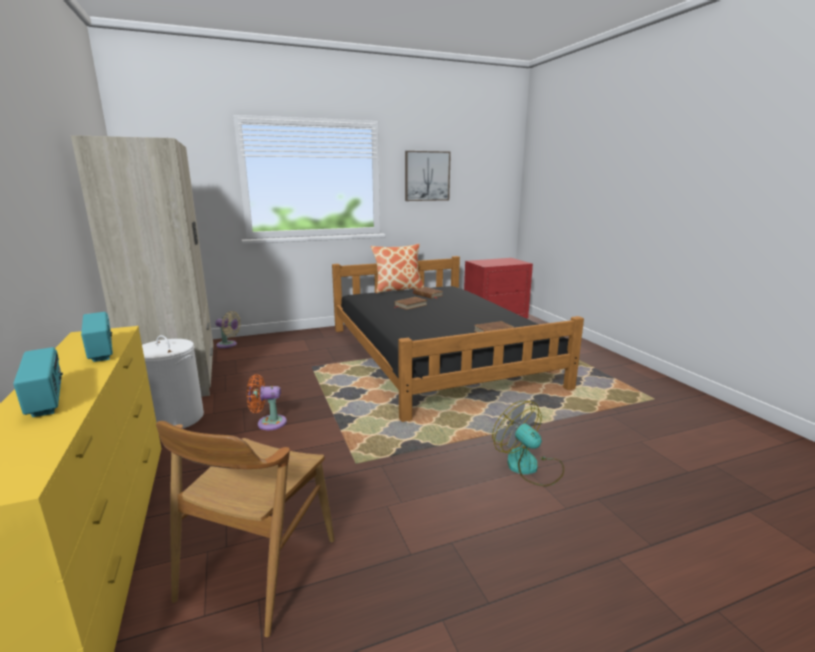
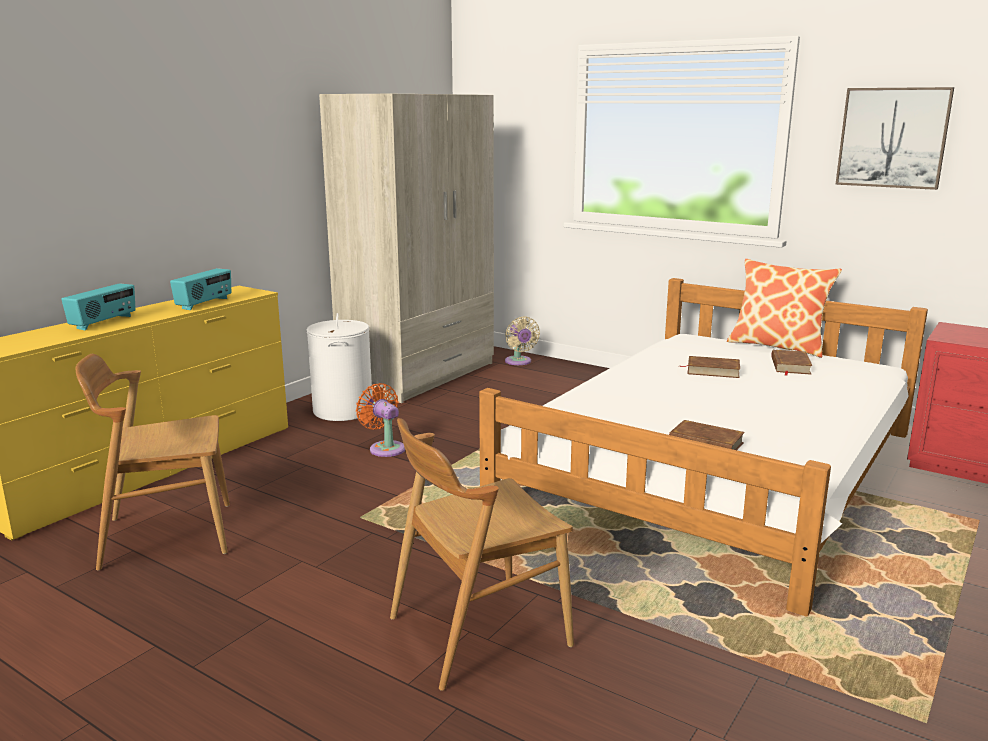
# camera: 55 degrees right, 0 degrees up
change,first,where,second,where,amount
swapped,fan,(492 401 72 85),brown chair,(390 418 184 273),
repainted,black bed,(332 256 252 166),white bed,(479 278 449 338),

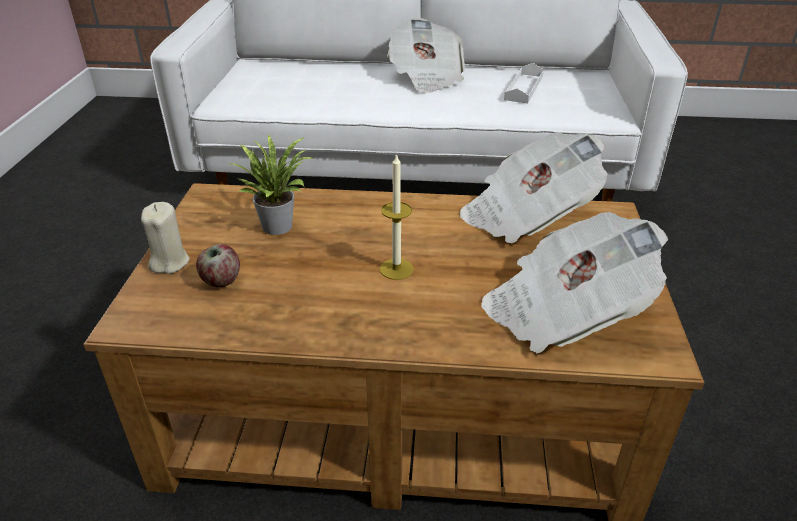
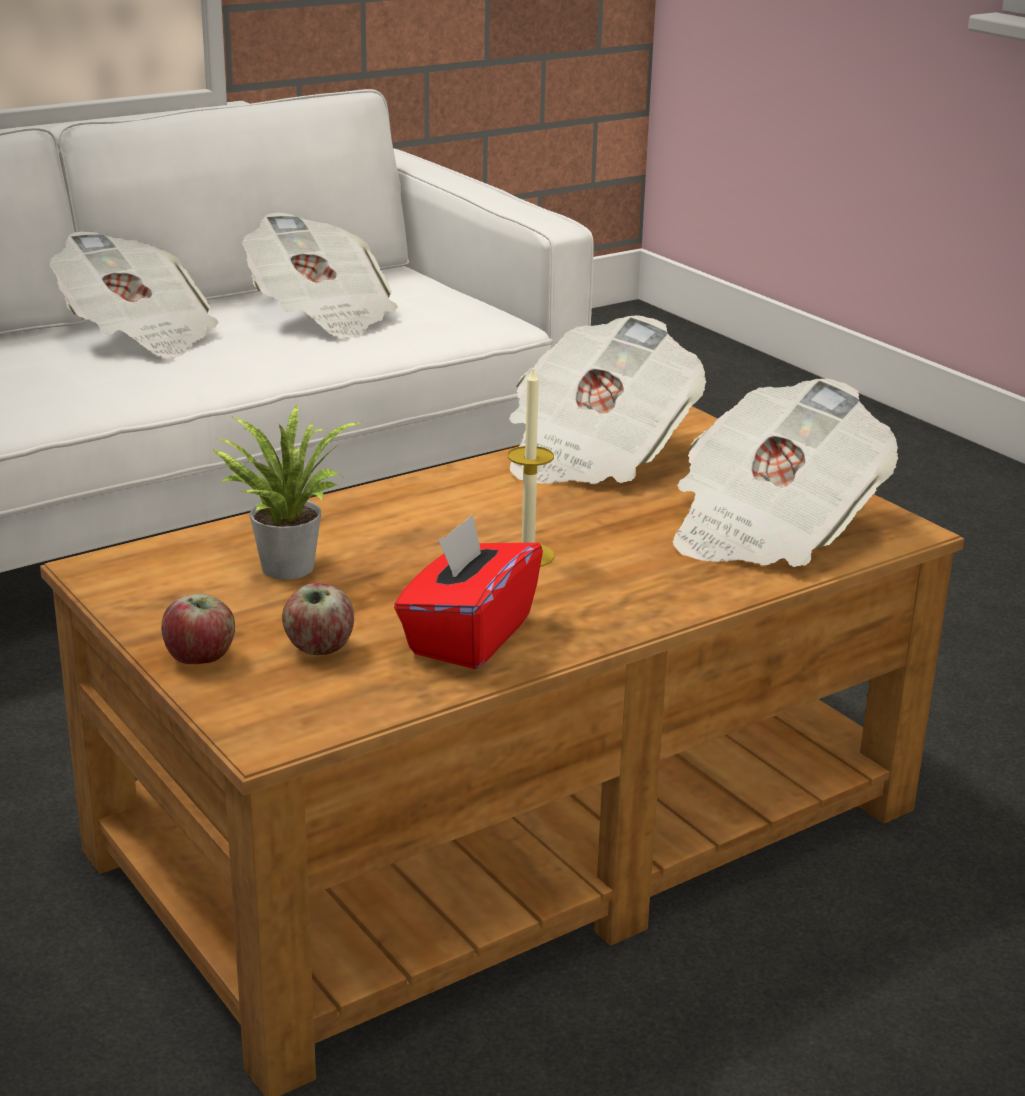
# camera: 40 degrees left, 10 degrees down
change,first,where,second,where,amount
swapped,beige candle,(141 202 49 72),apple,(161 594 74 70),
swapped,white tray,(504 63 40 41),newspaper,(242 213 156 126),
new,,,red tissue box,(394 514 149 155),

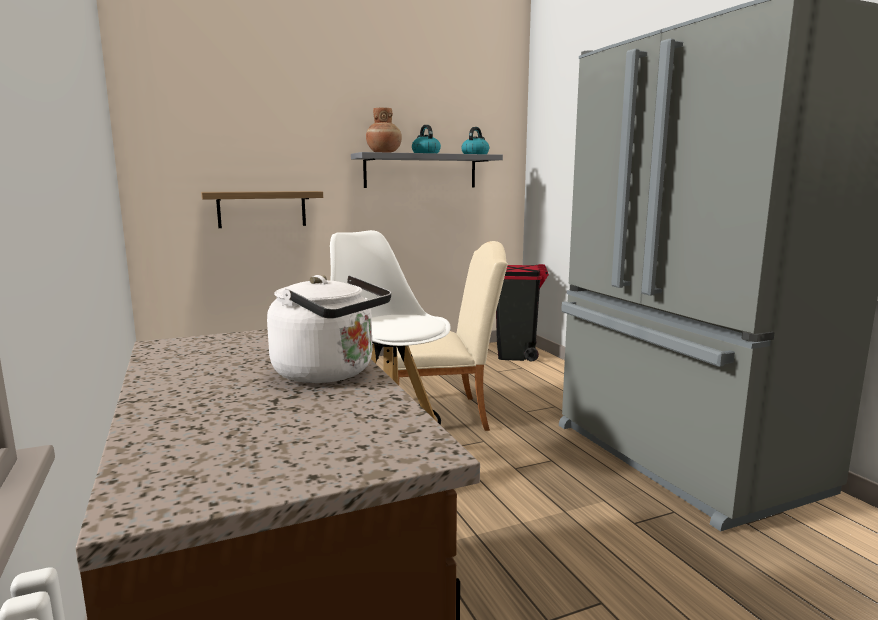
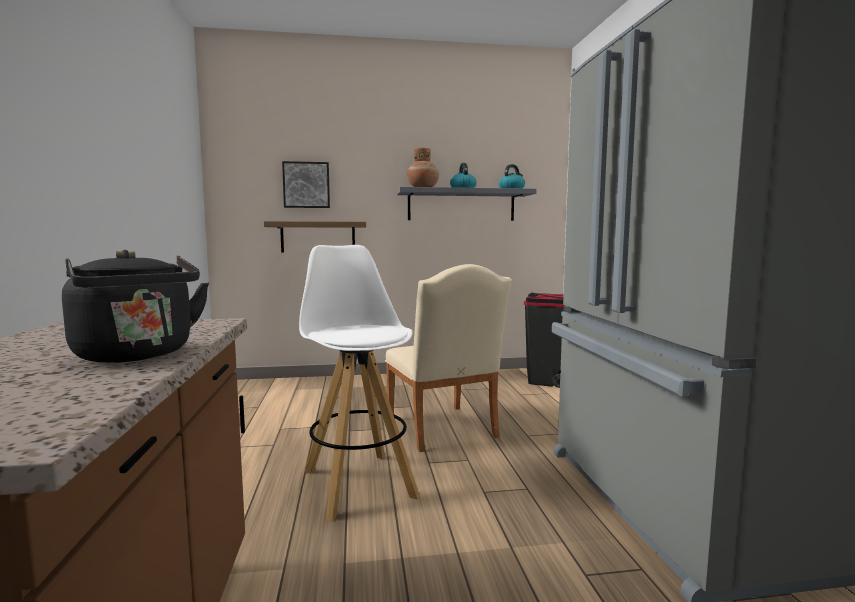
# camera: 15 degrees right, 5 degrees down
change,first,where,second,where,amount
repainted,white kettle,(267 275 124 108),black kettle,(62 250 147 113),
new,,,picture,(282 161 48 47),
rotated,beige chair,(397 241 111 190),,(385 264 127 188),60 degrees clockwise

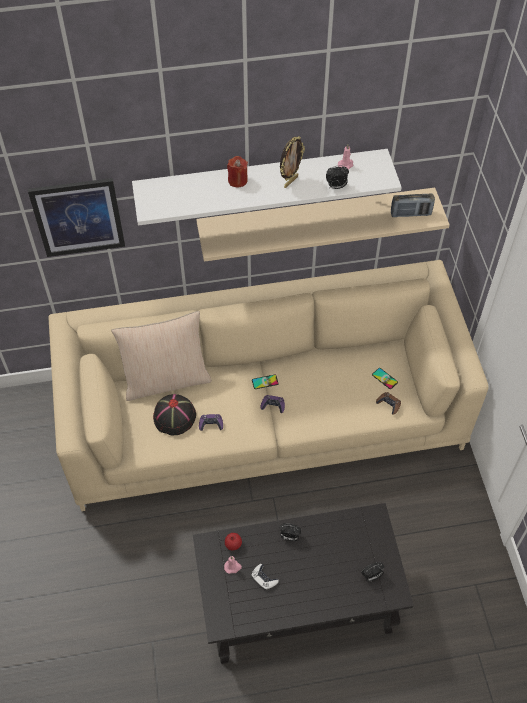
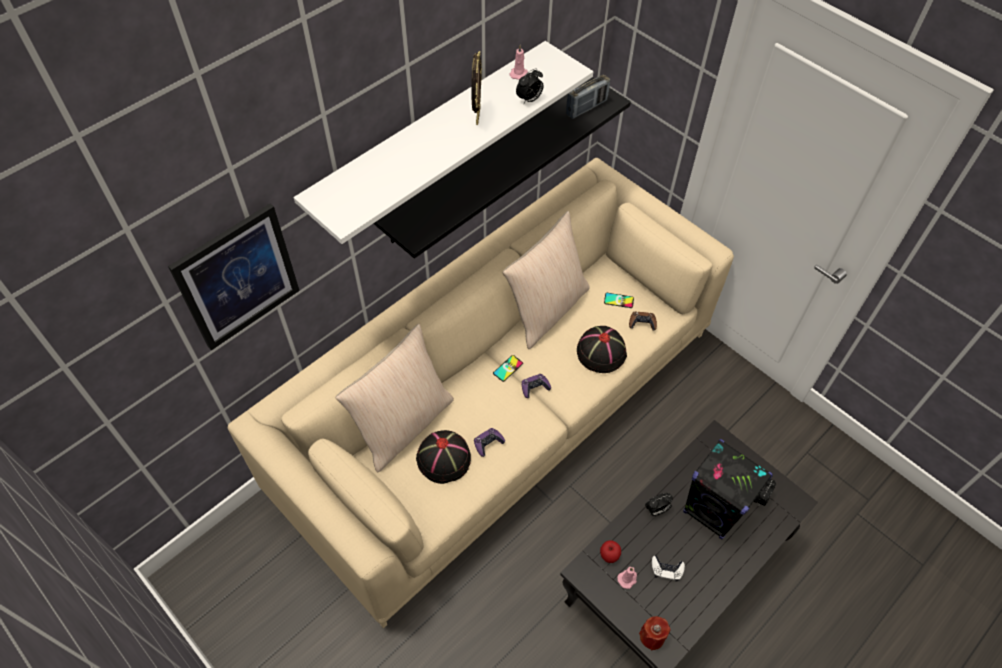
# camera: 35 degrees left, 0 degrees up
change,first,where,second,where,amount
repainted,beige shelf,(196 188 254 74),black shelf,(373 77 258 182),
new,,,beige pillow,(503 211 87 138),
new,,,black hat,(577 325 50 48),
shifted,red candle,(227 156 21 31),,(639 616 32 34),
new,,,black speaker,(683 439 90 101),

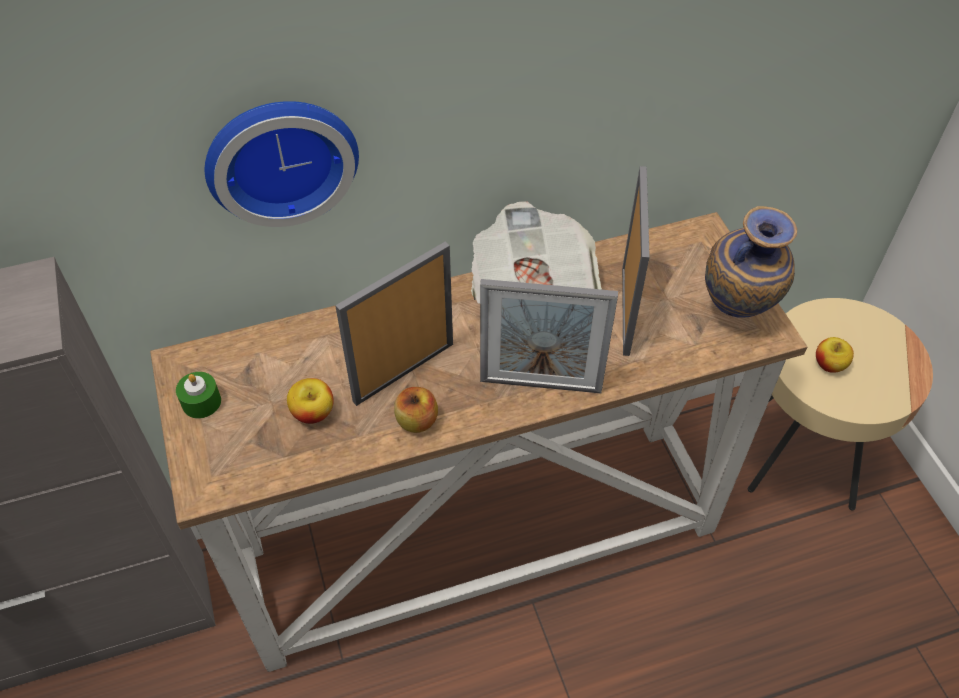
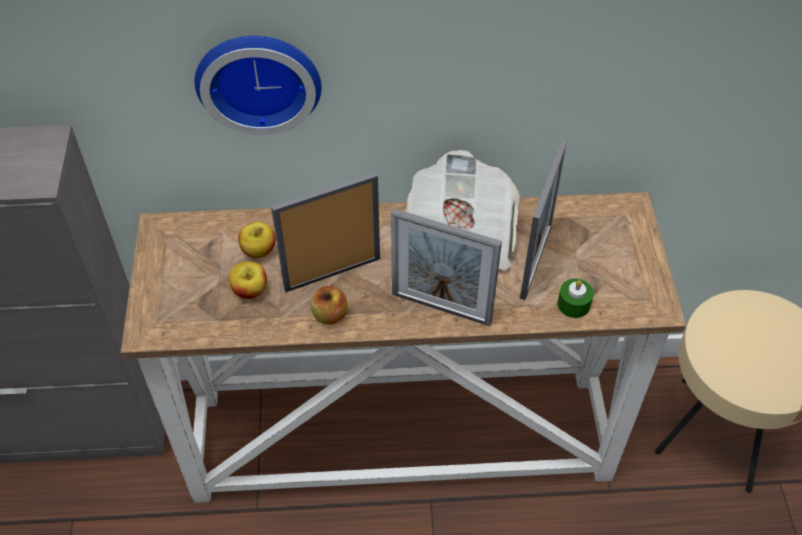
# camera: 15 degrees right, 0 degrees up
change,first,where,second,where,amount
shifted,apple,(816 337 38 36),,(238 222 38 36),
shifted,green candle,(176 372 45 47),,(558 278 36 40),
gone,vase,(705 206 92 112),,,

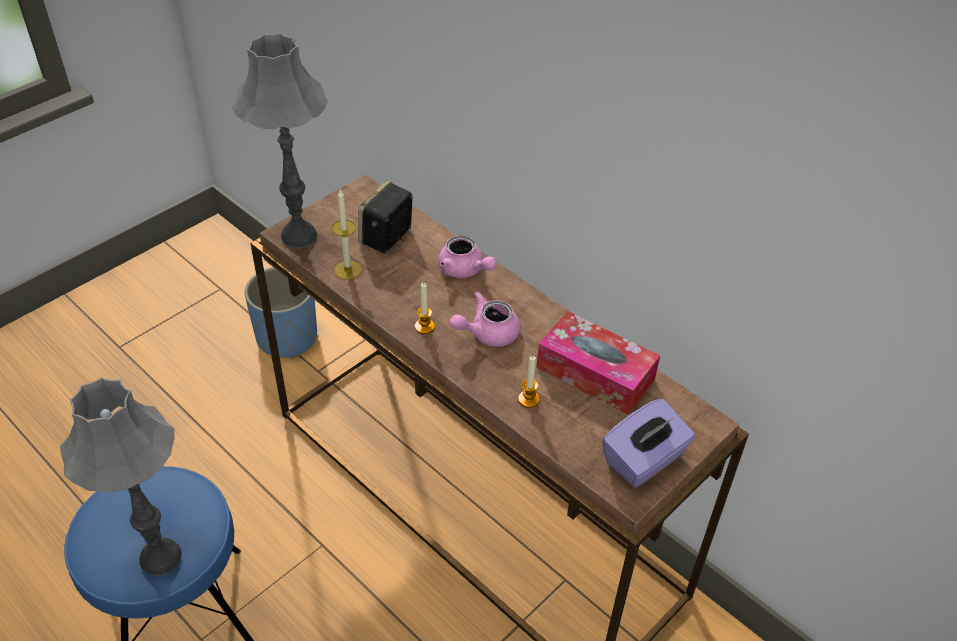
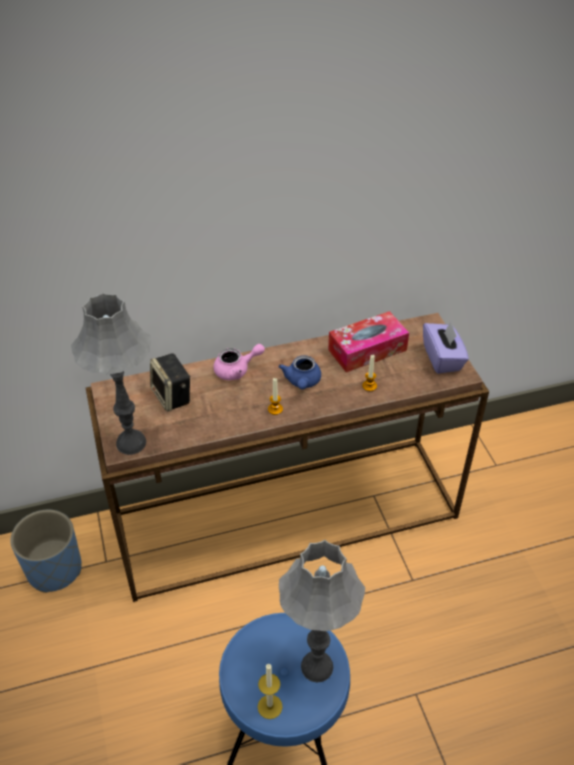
# camera: 60 degrees left, 0 degrees up
change,first,where,second,where,amount
shifted,candle,(332 190 30 90),,(258 663 25 56),
repainted,pink teapot,(450 291 71 56),blue teapot,(279 355 42 34),

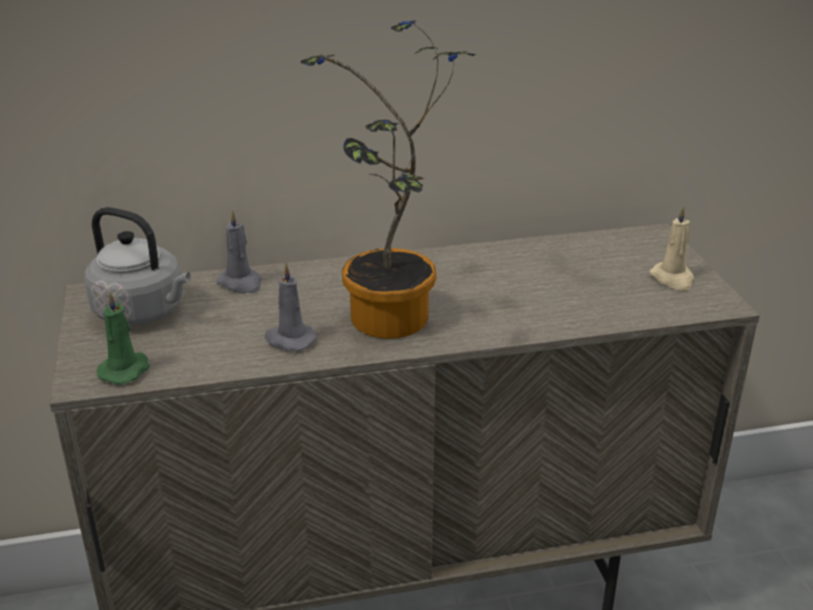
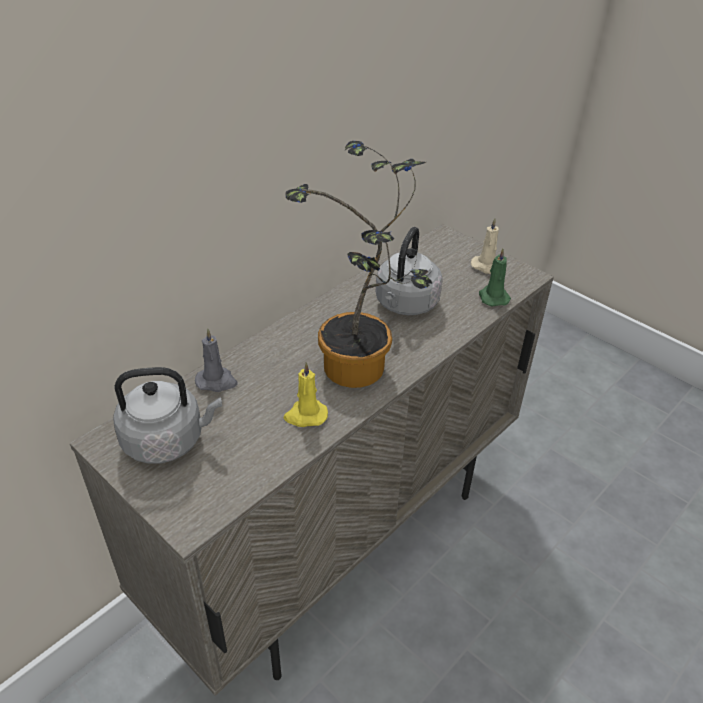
# camera: 35 degrees left, 10 degrees up
change,first,where,second,where,amount
repainted,grey candle,(265 263 52 89),yellow candle,(283 362 45 65),
new,,,grey kettle,(376 227 67 88),
shifted,green candle,(96 291 54 94),,(479 249 32 58),

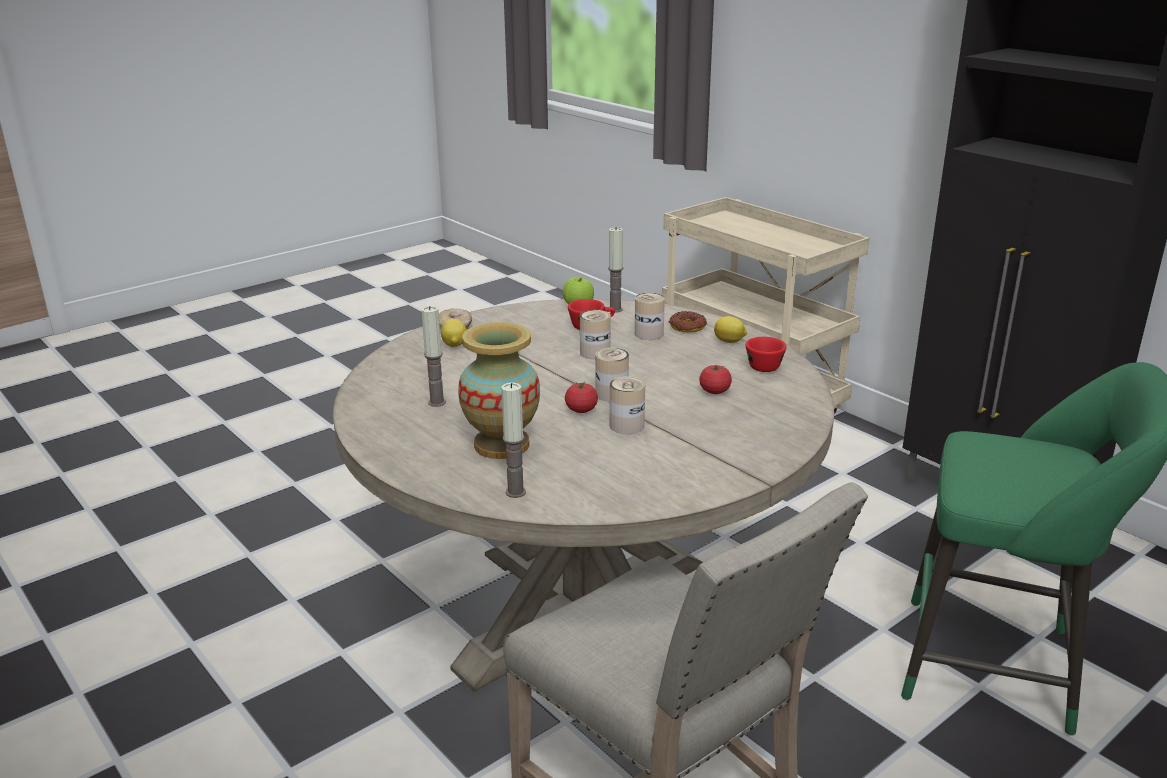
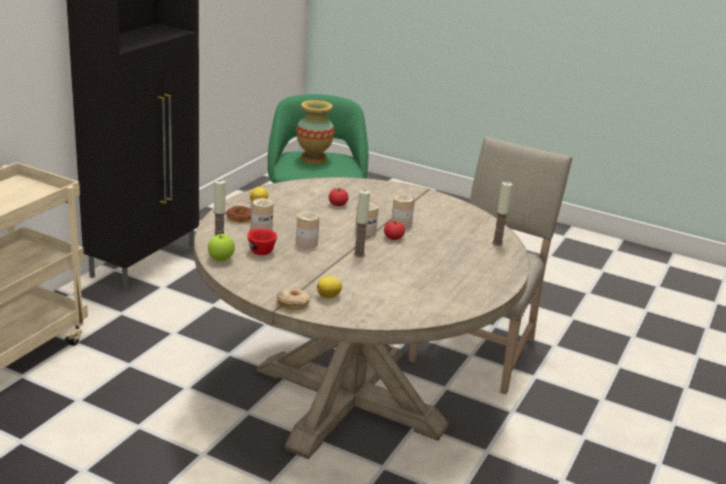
# camera: 115 degrees left, 0 degrees up
change,first,where,second,where,amount
shifted,vase,(458 322 82 137),,(296 100 38 64),
shifted,candle,(421 306 25 101),,(353 189 17 68),
gone,red cup,(746 337 40 35),,,

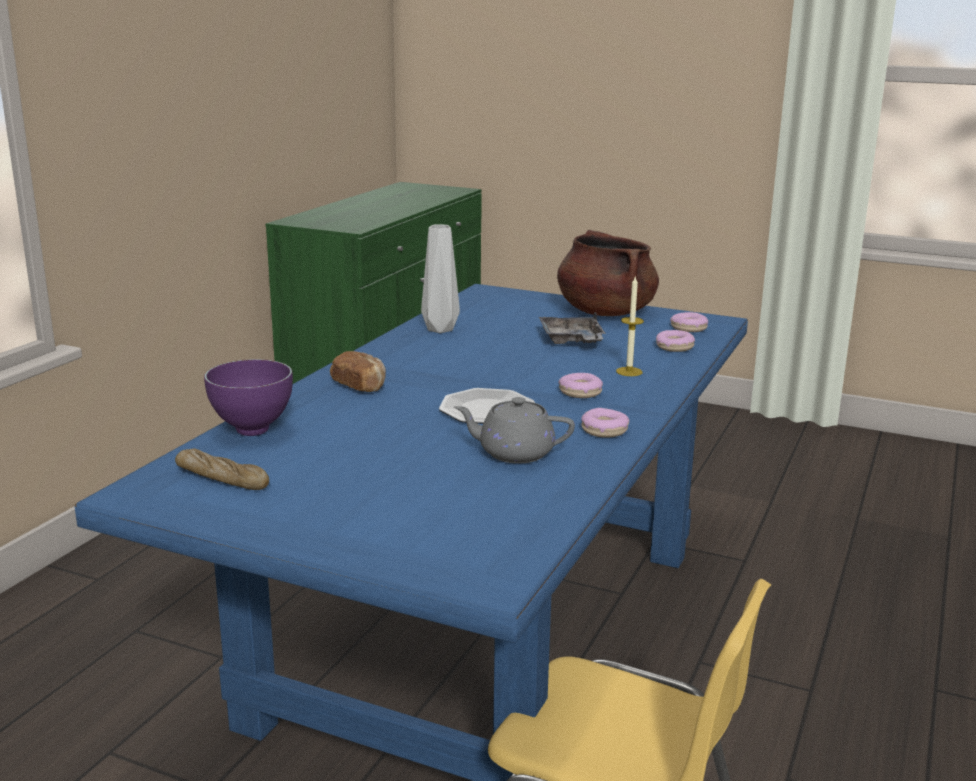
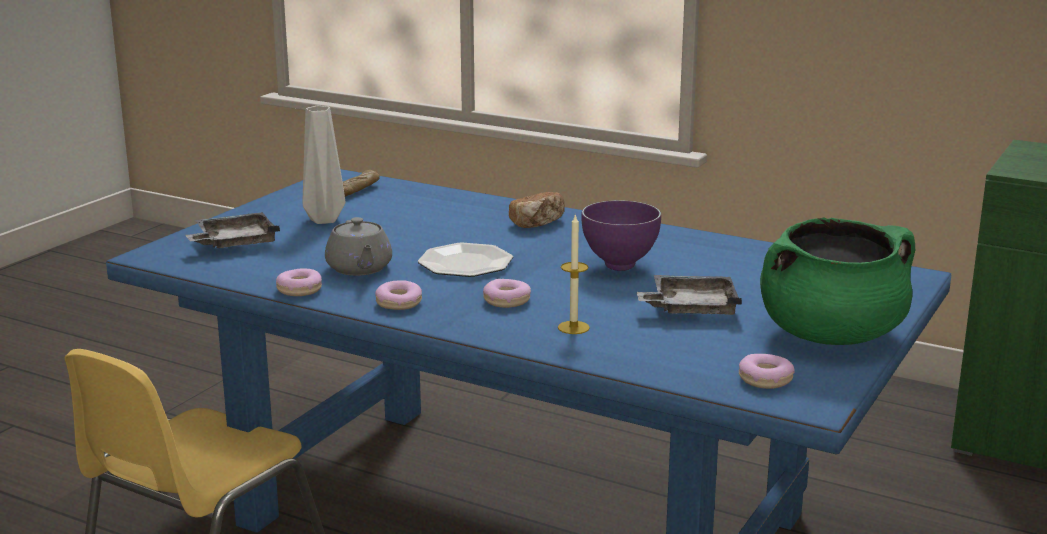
# camera: 95 degrees right, 0 degrees up
change,first,where,second,where,amount
new,,,grey tray,(186 212 94 36),
shifted,donut,(656 330 39 22),,(276 269 46 27),
shifted,grey vase,(421 225 39 108),,(303 106 42 118),
rotated,grey teapot,(454 397 121 66),,(325 217 67 59),150 degrees clockwise
shifted,purple bowl,(204 359 89 77),,(582 200 79 71),
repainted,brown cooking pot,(557 230 102 86),green cooking pot,(760 218 155 127),

